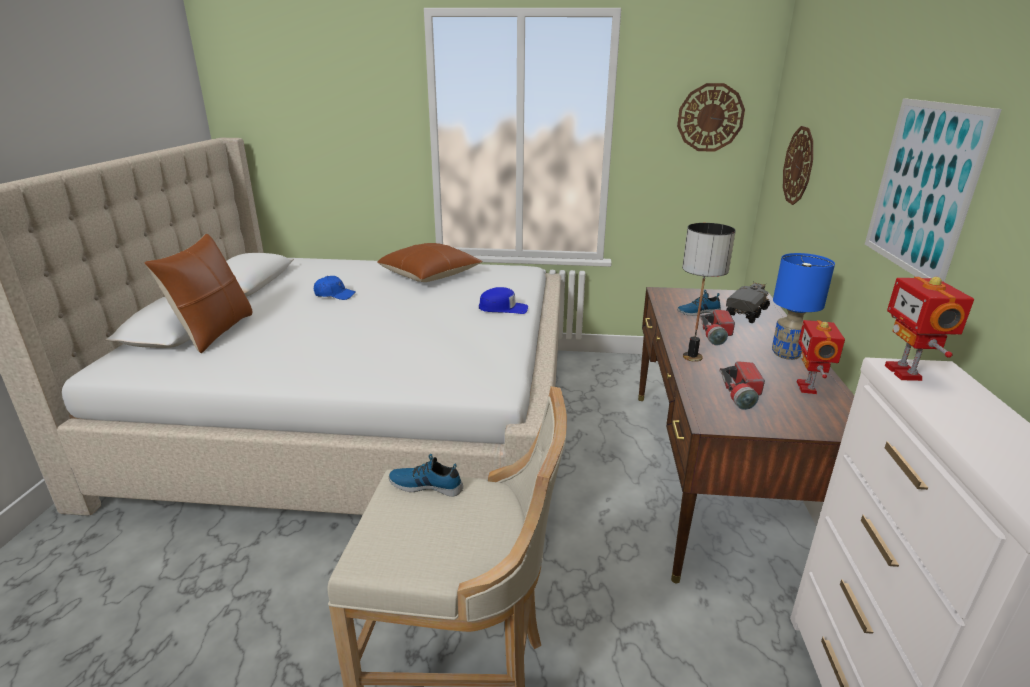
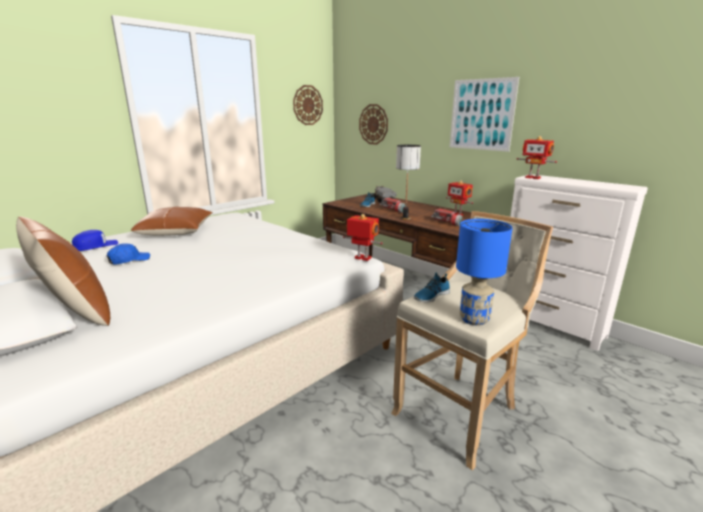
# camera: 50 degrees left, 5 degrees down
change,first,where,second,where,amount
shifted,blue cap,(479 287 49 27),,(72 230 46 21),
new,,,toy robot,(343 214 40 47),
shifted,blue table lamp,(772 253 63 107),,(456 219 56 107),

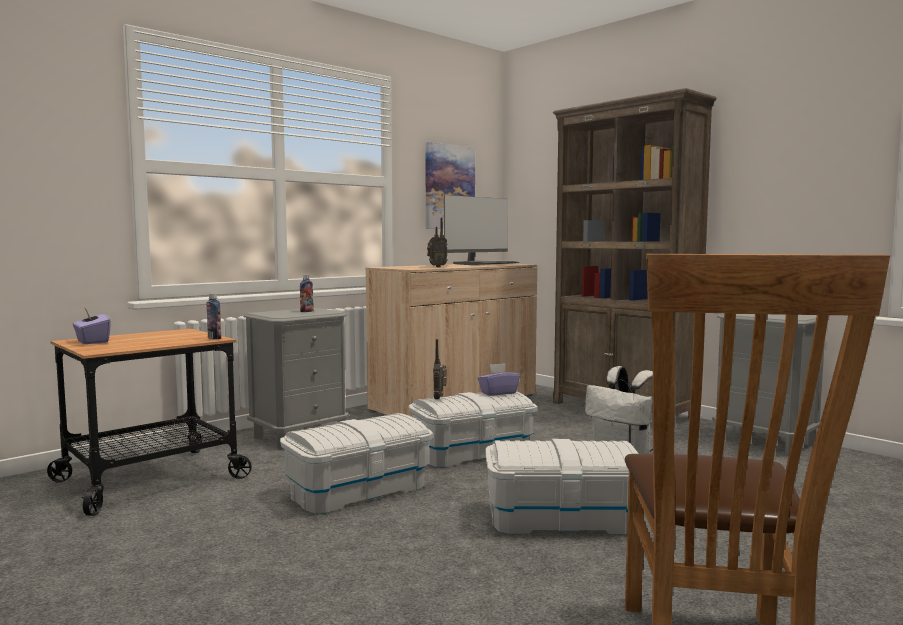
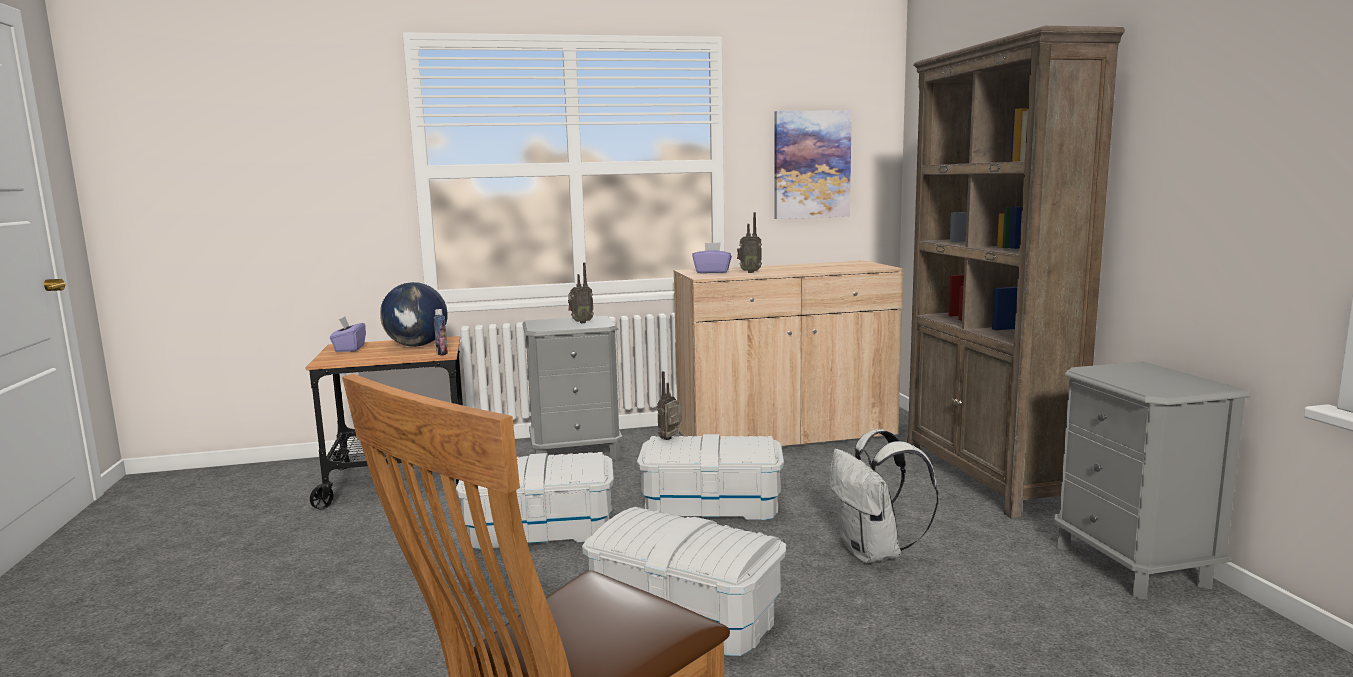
# camera: 30 degrees right, 5 degrees up
change,first,where,second,where,amount
new,,,globe,(380 282 68 65),
swapped,bottle,(300 275 14 37),radio,(568 262 26 61),
shifted,purple tissue box,(478 363 42 33),,(692 242 40 31),
gone,monitor,(444 195 75 70),,,

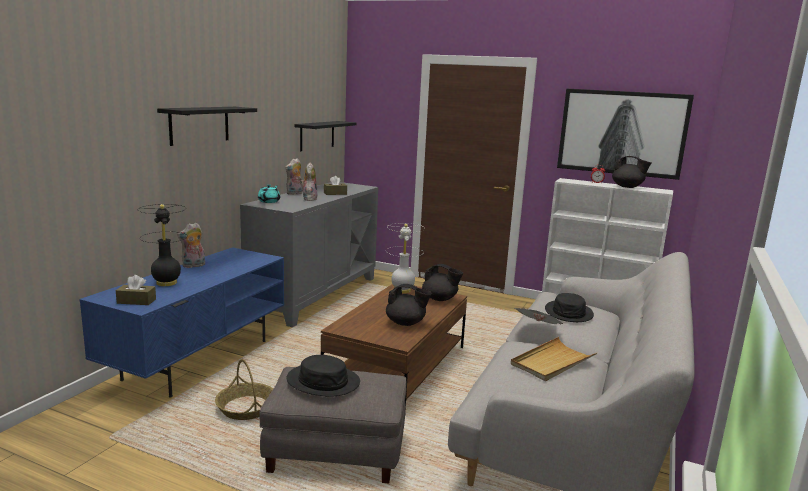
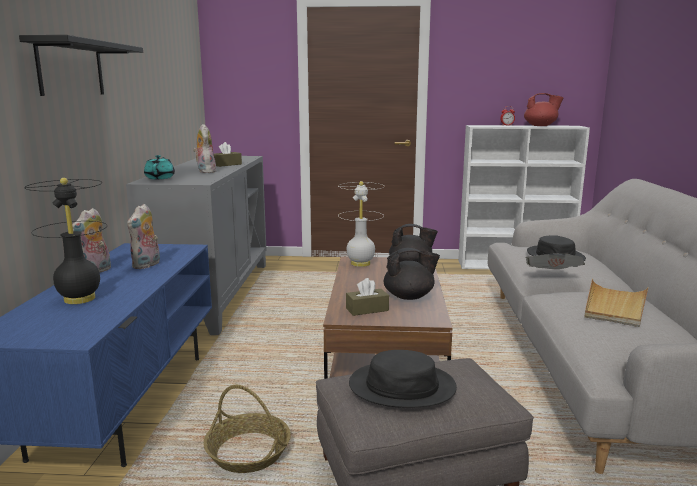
# camera: 20 degrees left, 0 degrees up
change,first,where,second,where,amount
shifted,plush toy,(285 158 18 37),,(127 204 33 65),
shifted,brown tissue box,(116 275 40 30),,(346 278 43 38),
repainted,black teapot,(612 156 39 32),red teapot,(524 93 39 33),
gone,black shelf,(294 121 62 30),,,
gone,picture,(557 89 137 91),,,

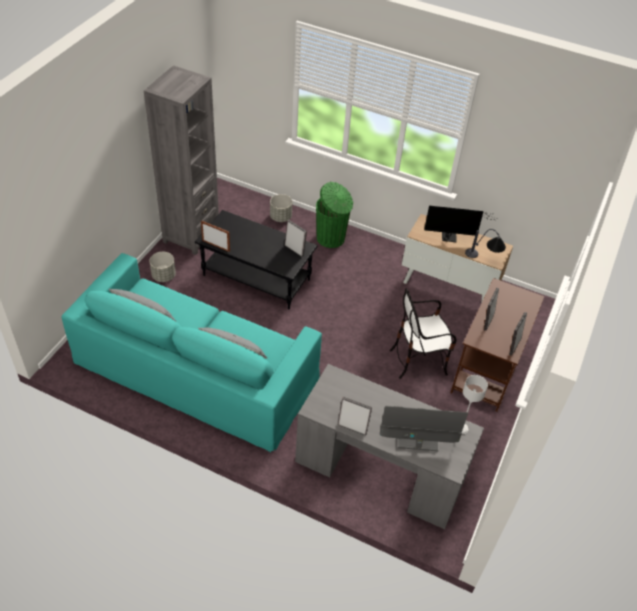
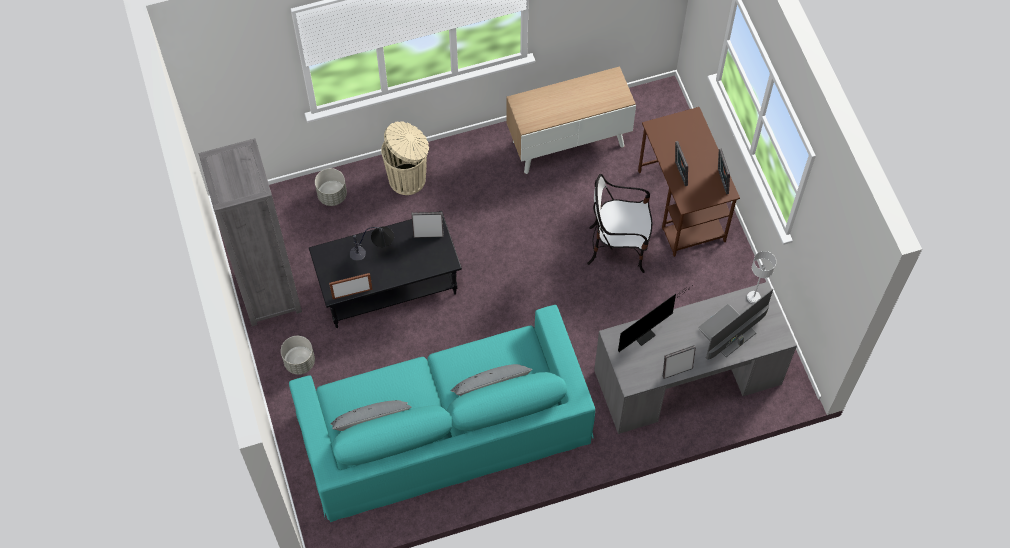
# camera: 40 degrees left, 15 degrees up
change,first,where,second,where,amount
shifted,table lamp,(465 229 41 29),,(349 227 45 34),
repainted,green trash can,(316 182 37 66),beige trash can,(381 121 48 74),
rotated,chair,(389 289 67 90),,(587 174 65 99),60 degrees clockwise
shifted,monitor,(424 206 73 36),,(618 289 70 63),

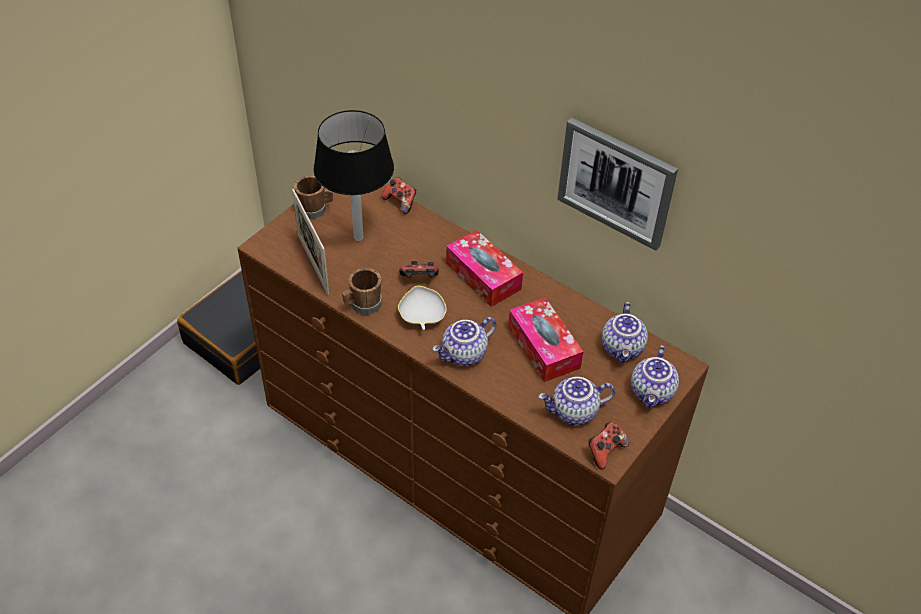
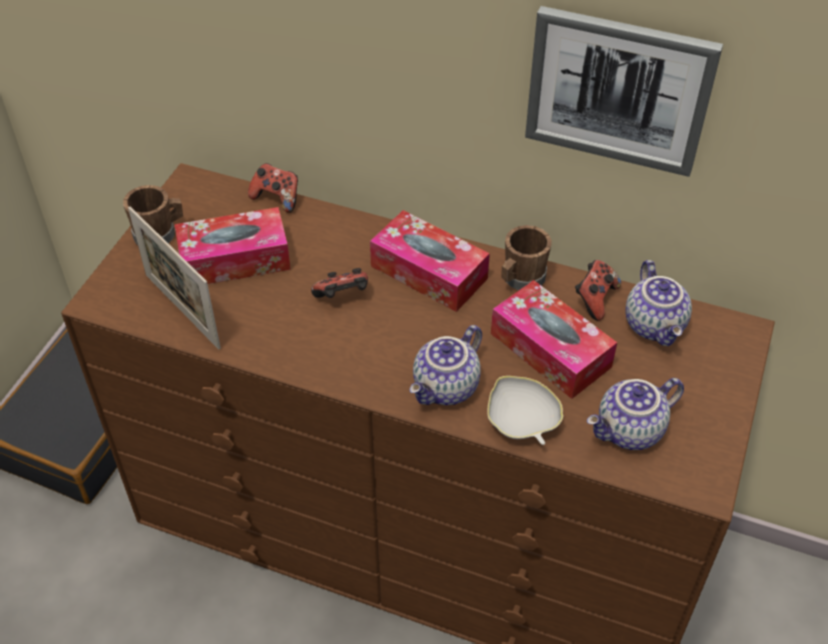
# camera: 15 degrees left, 0 degrees up
change,first,where,second,where,amount
swapped,black table lamp,(313 110 81 131),tissue box,(175 207 116 77),
shifted,white bowl,(398 286 49 44),,(487 376 76 69),
shifted,brown mug,(342 268 40 47),,(501 225 51 65),
shifted,game controller,(588 422 41 47),,(575 260 46 61),
gone,teapot,(631 345 48 63),,,

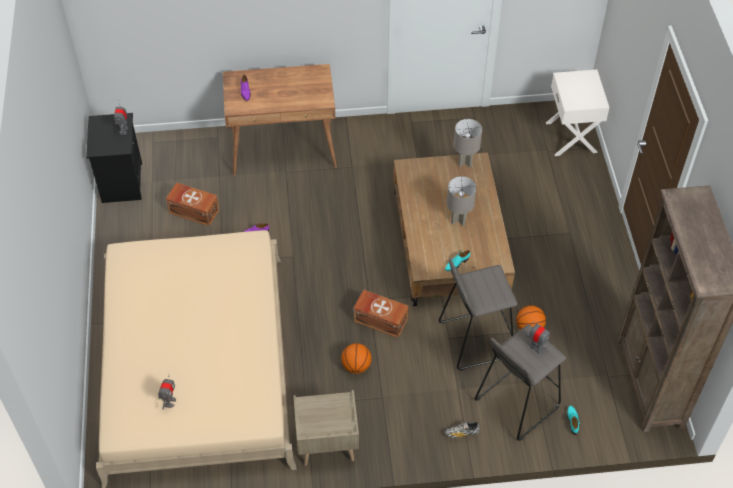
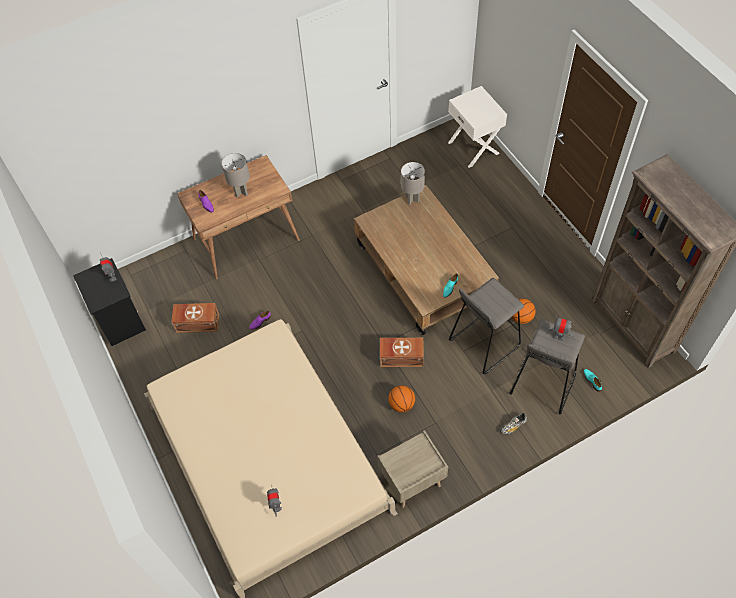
# camera: 20 degrees left, 5 degrees up
change,first,where,second,where,amount
shifted,grey table lamp,(447 176 29 50),,(221 153 29 45),

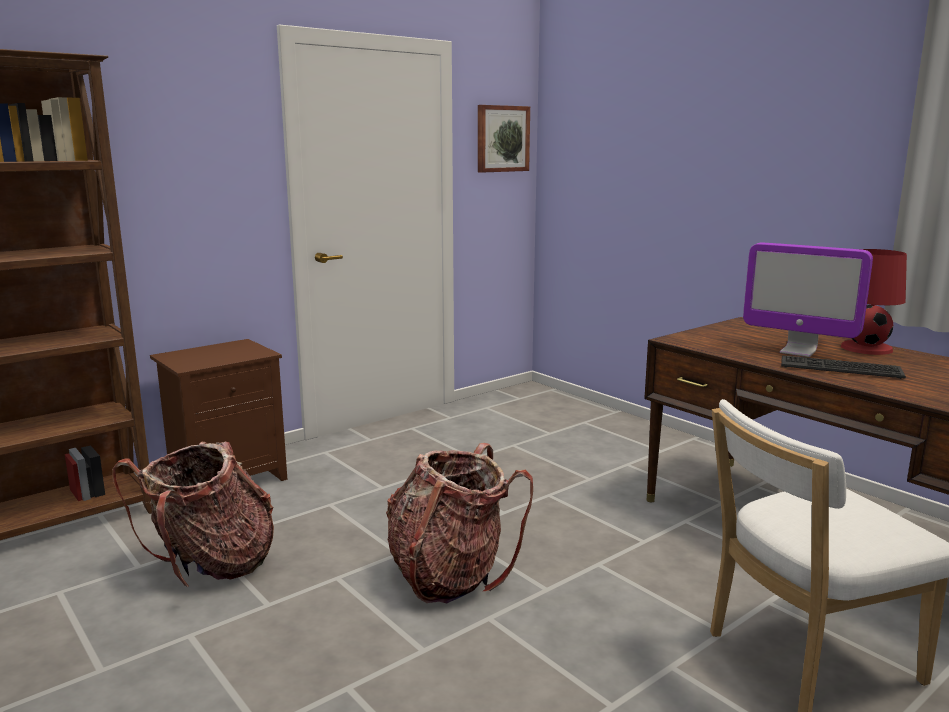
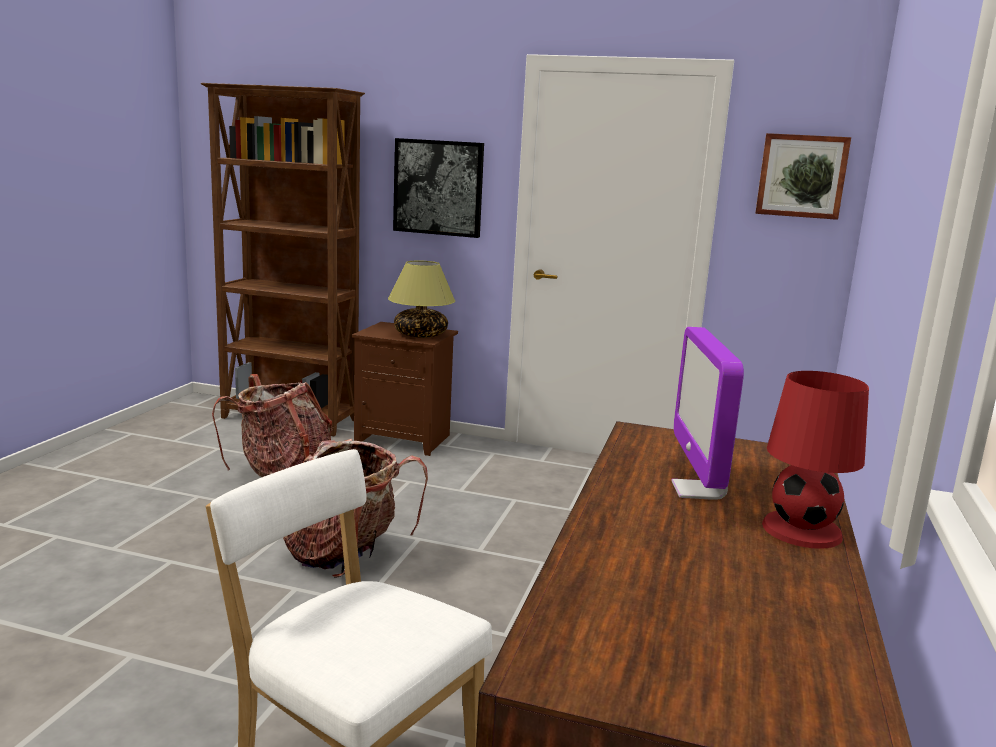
# camera: 55 degrees right, 0 degrees up
change,first,where,second,where,amount
new,,,table lamp,(388 261 67 77),
new,,,picture,(393 138 91 100),
gone,keyboard,(781 355 125 24),,,

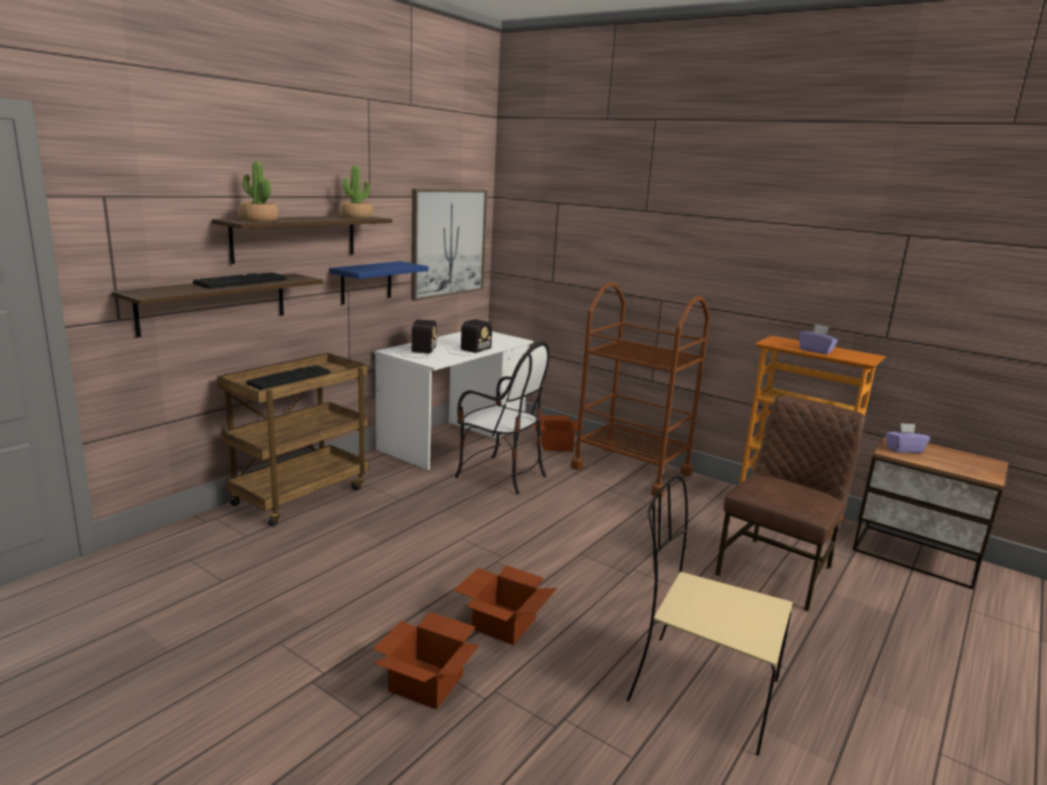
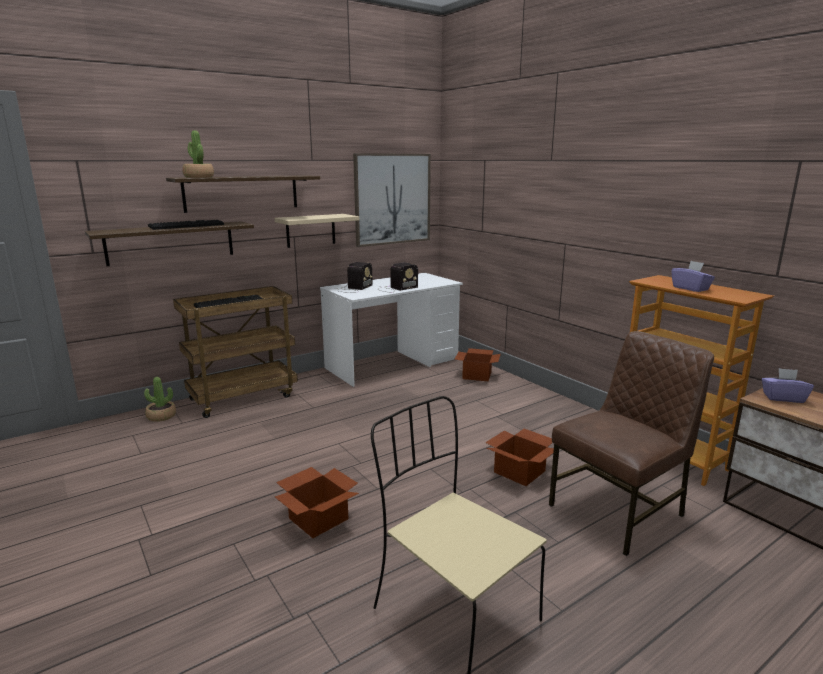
# camera: 20 degrees right, 0 degrees up
change,first,where,second,where,amount
shifted,potted plant,(339 165 34 54),,(144 377 32 45),
repainted,blue shelf,(329 261 99 44),beige shelf,(275 214 84 34),
shifted,cardboard box,(373 612 106 97),,(485 429 69 57),
gone,chair,(455 342 95 153),,,
gone,brown cart,(571 282 139 215),,,

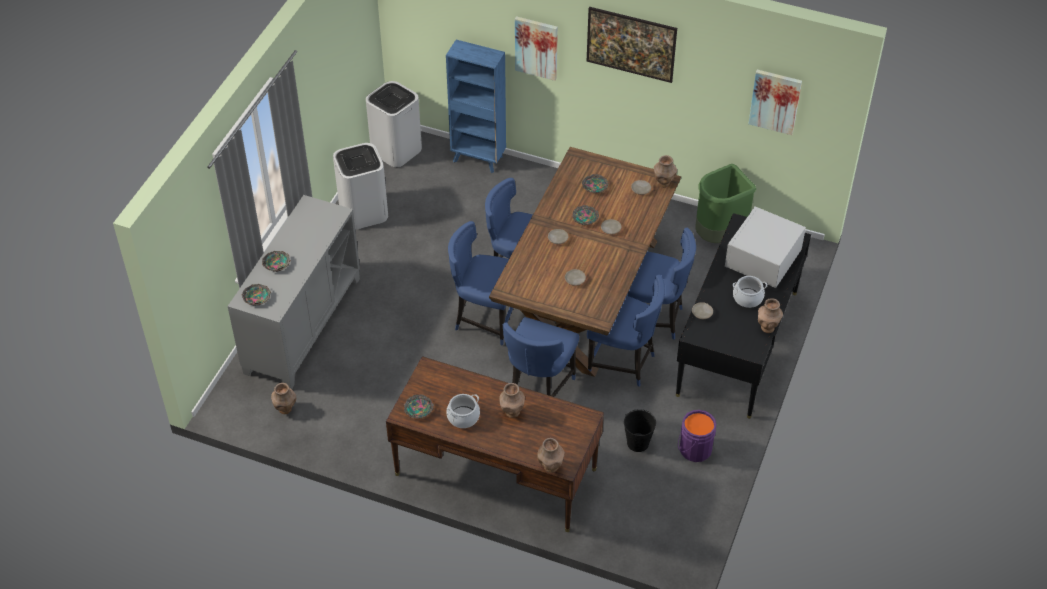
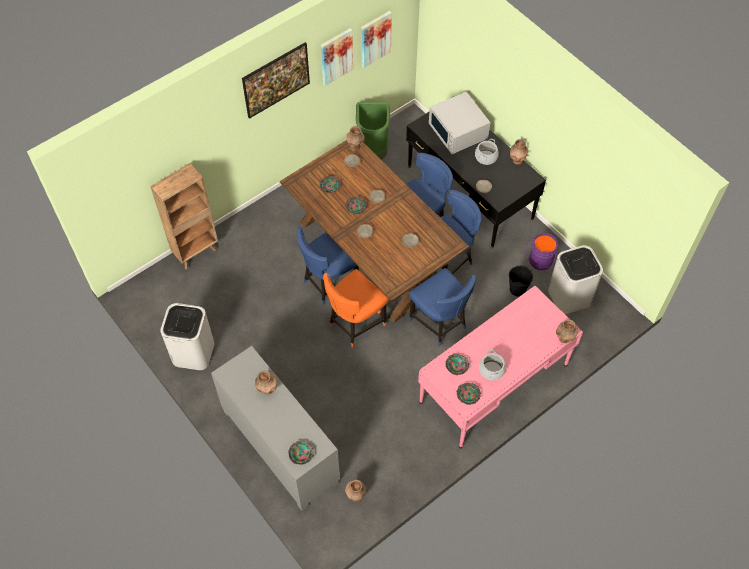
# camera: 60 degrees left, 10 degrees up
change,first,where,second,where,amount
repainted,blue bookcase,(446 40 60 133),brown bookcase,(150 163 68 106),
shifted,brown vase,(499 383 26 35),,(255 371 22 24),
shifted,picture,(515 16 43 65),,(321 28 32 58),
repainted,blue chair,(448 221 65 125),orange chair,(323 269 66 79),
repainted,brown desk,(386 356 218 176),pink desk,(418 286 165 162),
shifted,bowl,(262 251 28 21),,(446 353 23 22),
shifted,white trash can,(366 81 56 86),,(548 245 55 69),

